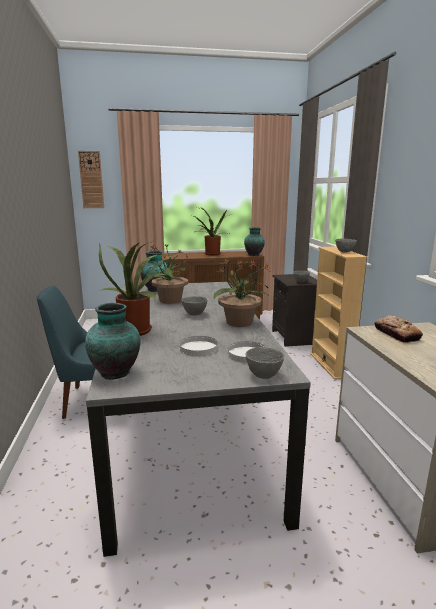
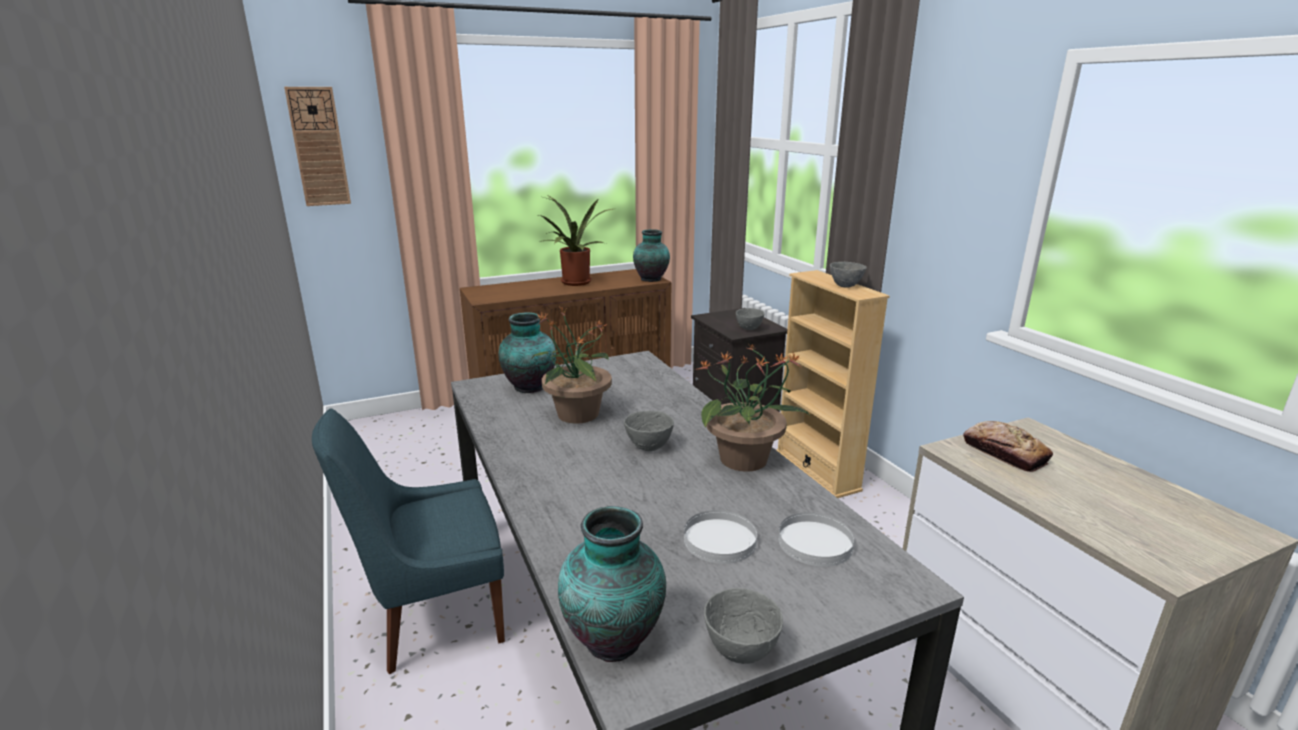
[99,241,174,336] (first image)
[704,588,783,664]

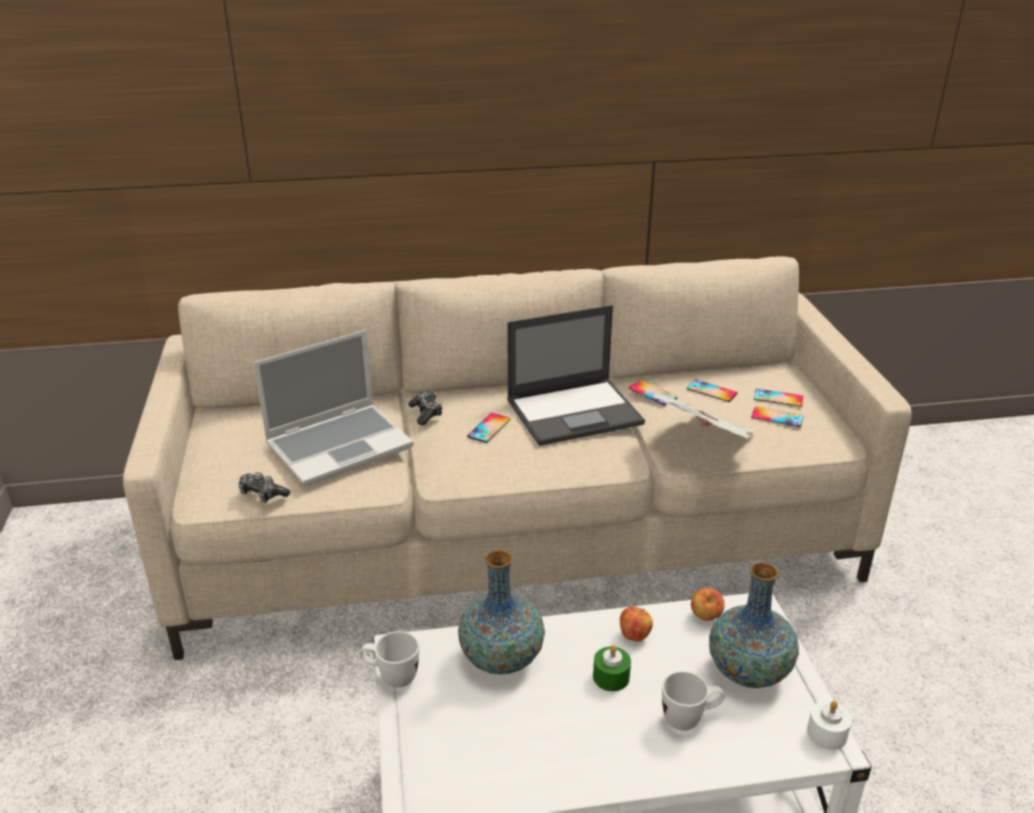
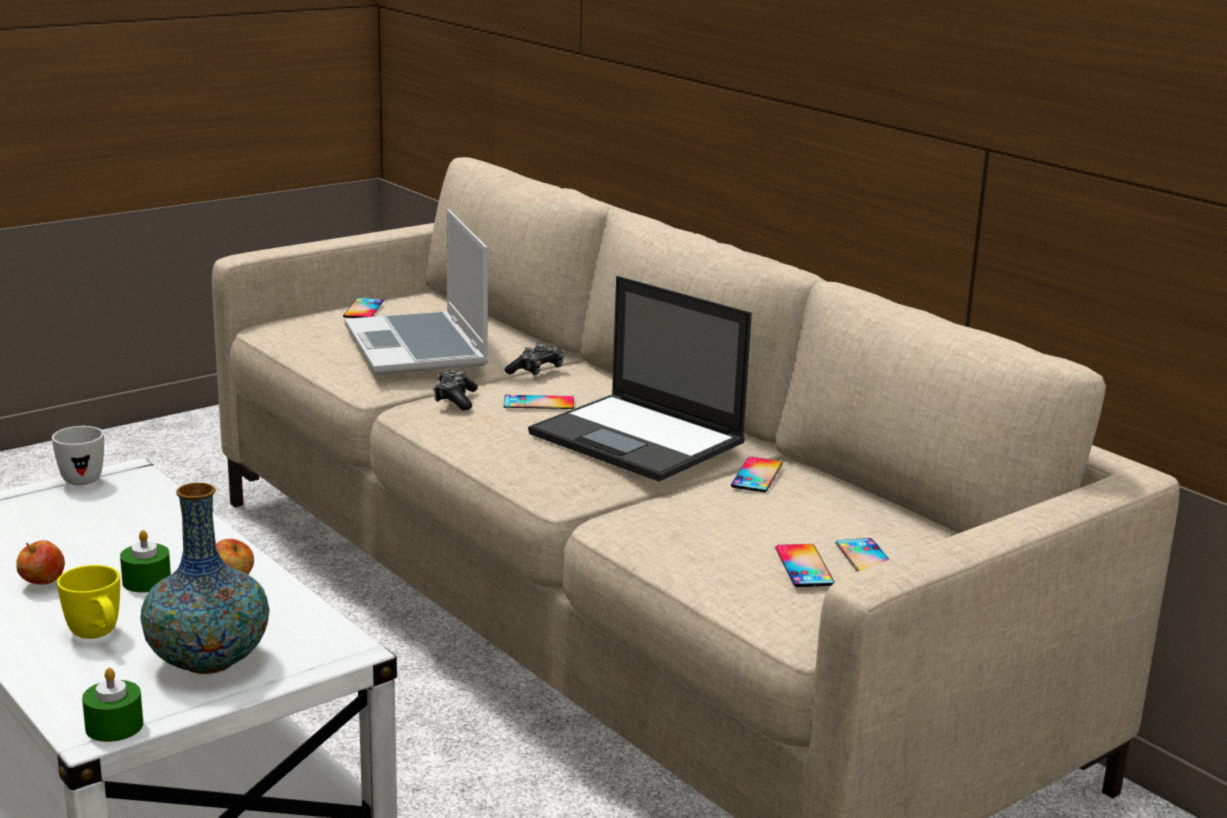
[458,550,545,674] (first image)
[653,393,755,439] (first image)
[433,370,478,410]
[343,298,384,318]
[16,540,65,585]
[57,565,120,639]
[82,667,143,742]
[345,209,488,375]

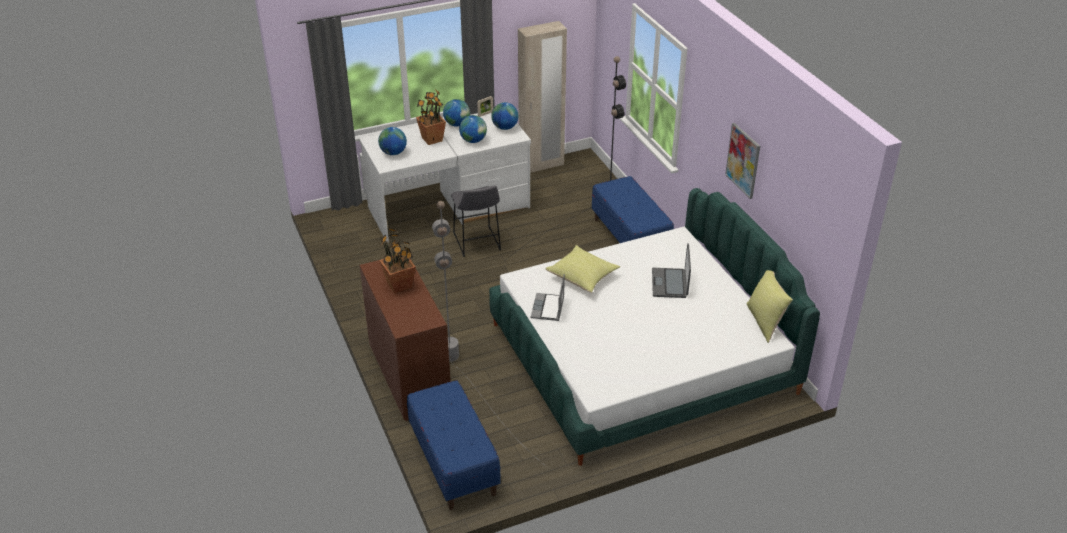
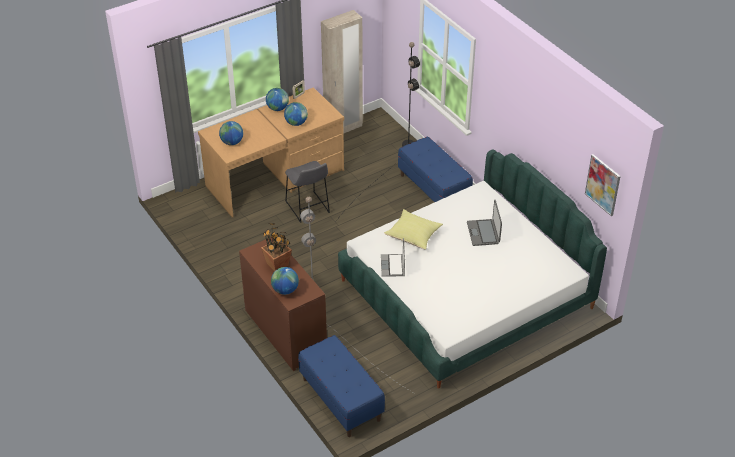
[416,89,446,145] (first image)
[747,270,793,343] (first image)
[271,267,299,295]
[585,154,621,216]
[198,87,344,218]

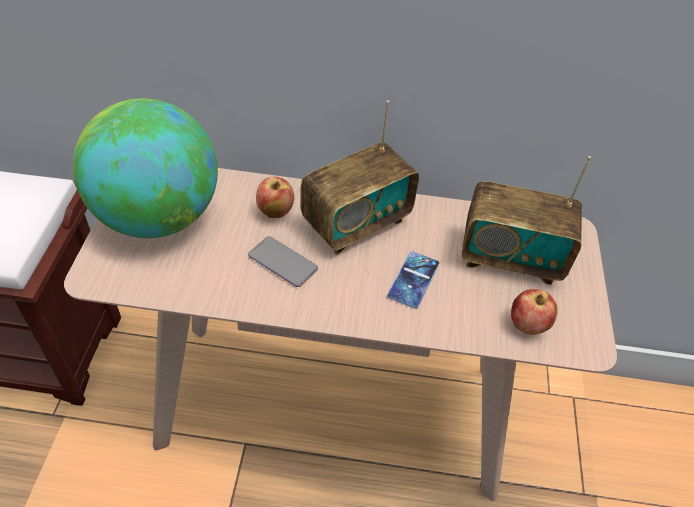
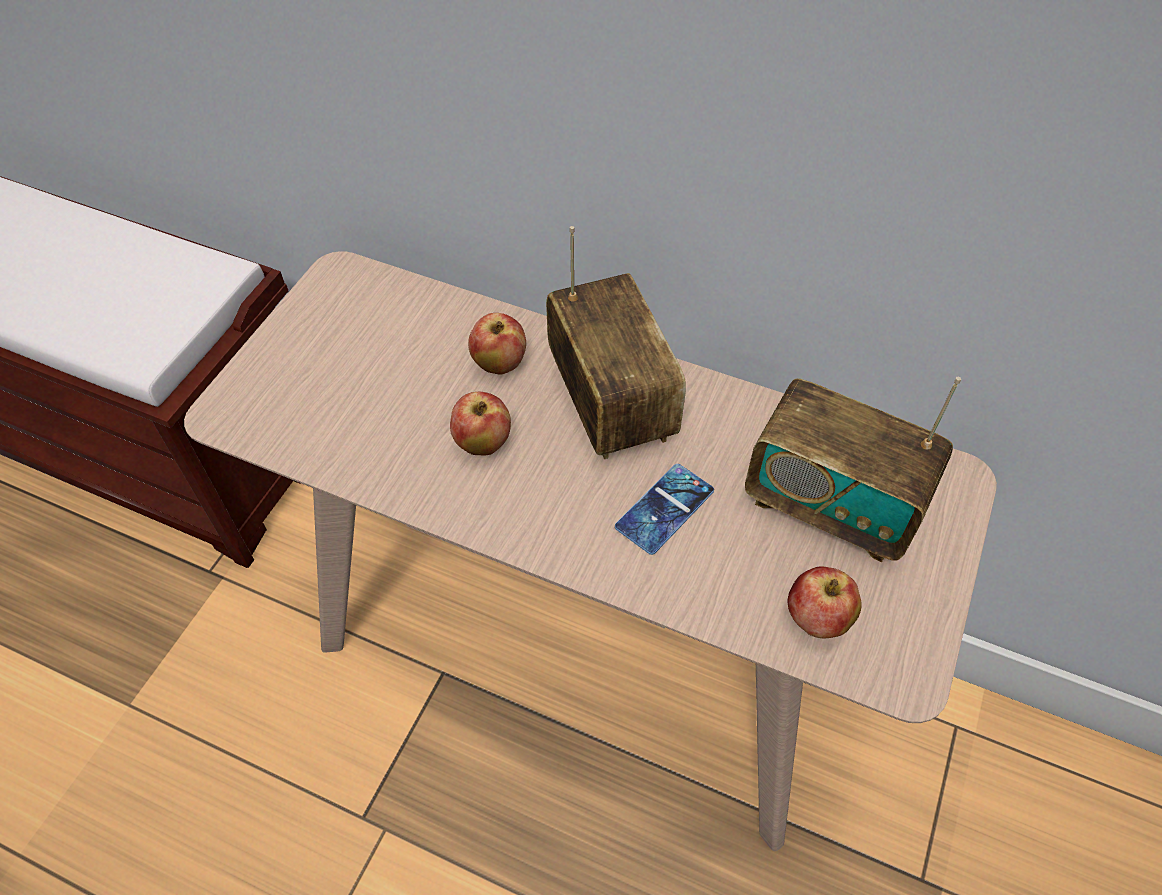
[73,99,218,238] (first image)
[450,392,511,455]
[546,226,686,459]

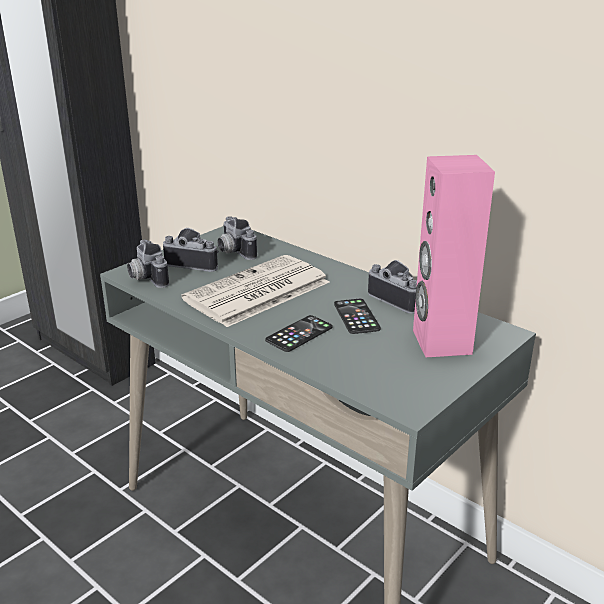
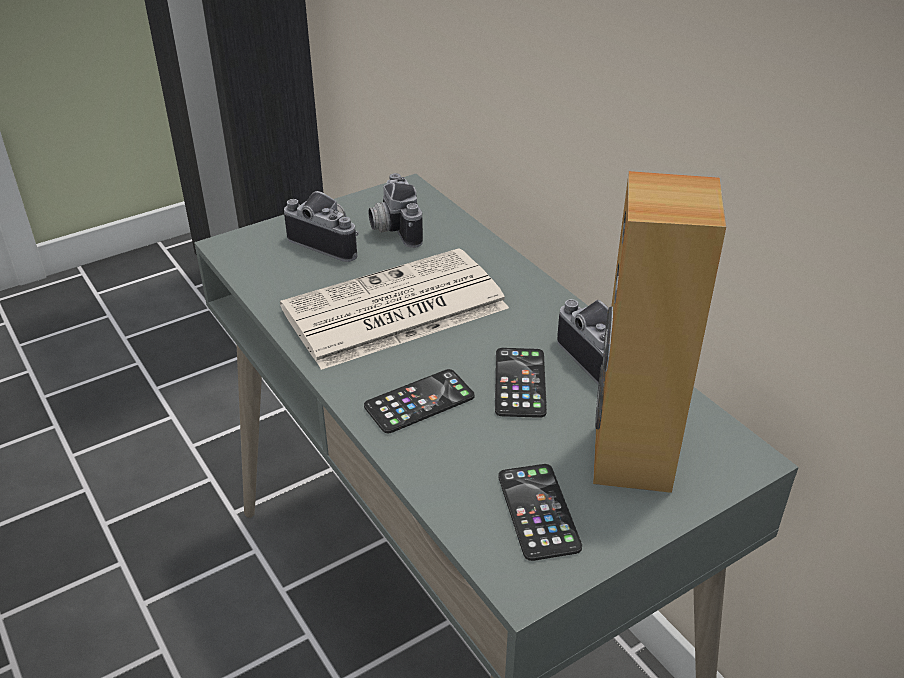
[127,240,169,288] (first image)
[498,464,582,561]
[593,171,726,493]

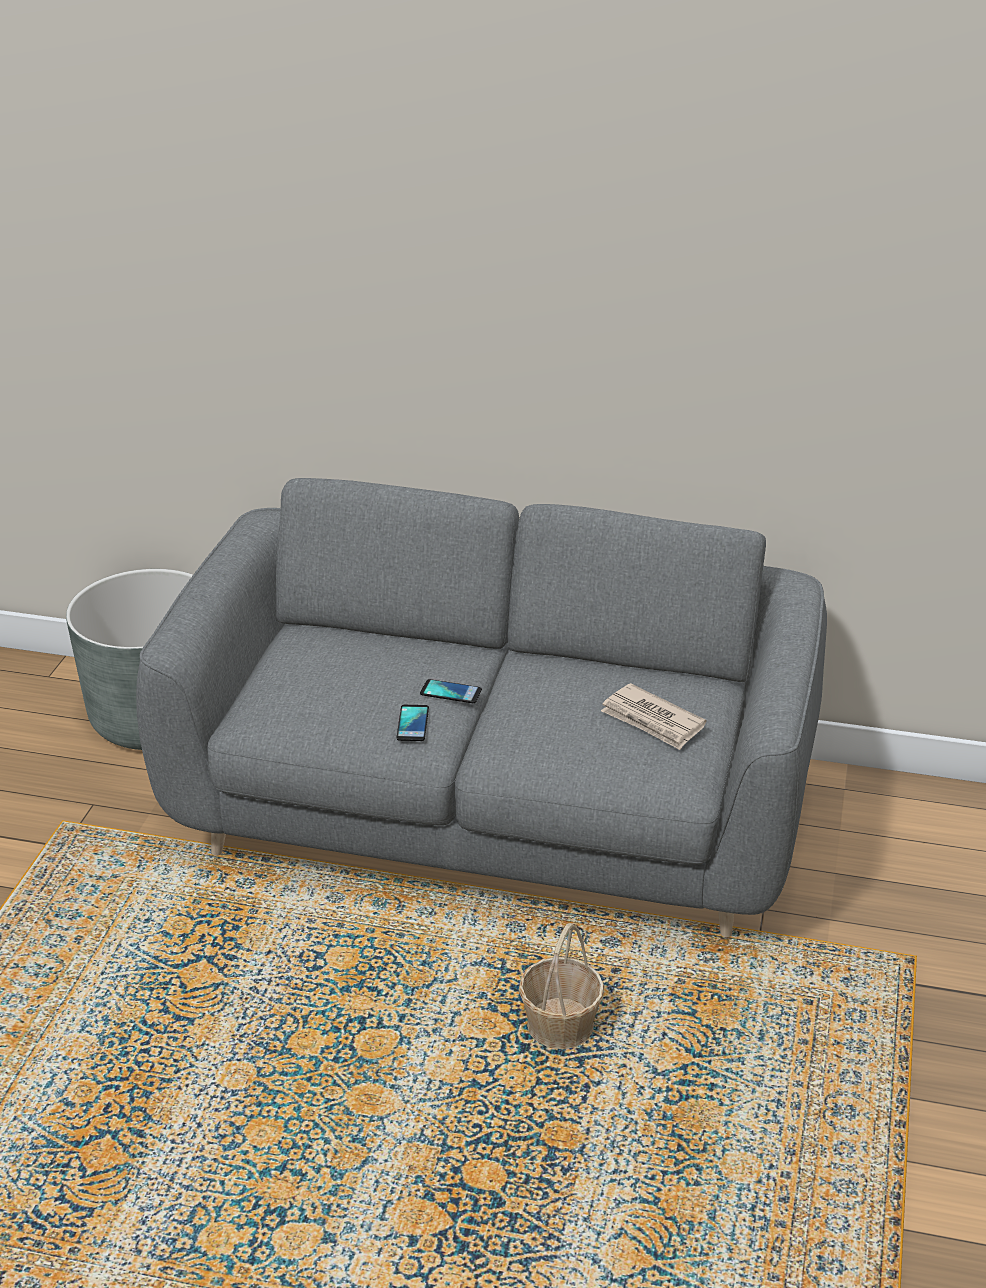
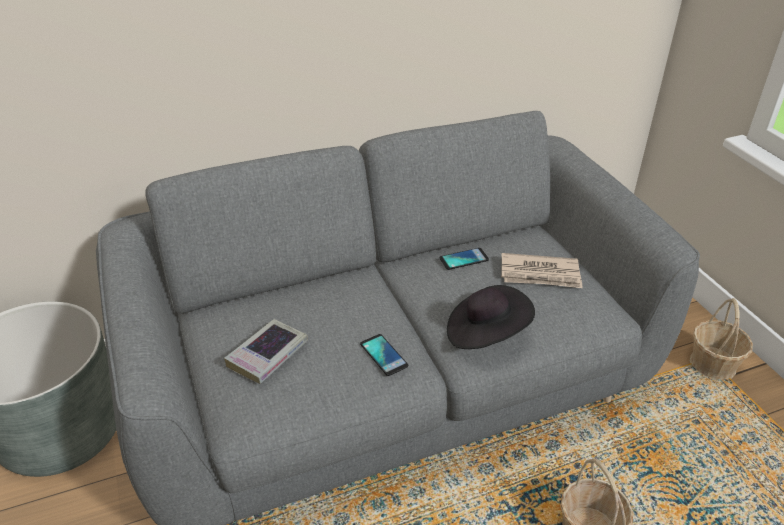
[224,319,308,384]
[447,285,535,349]
[690,298,753,380]
[440,248,489,270]

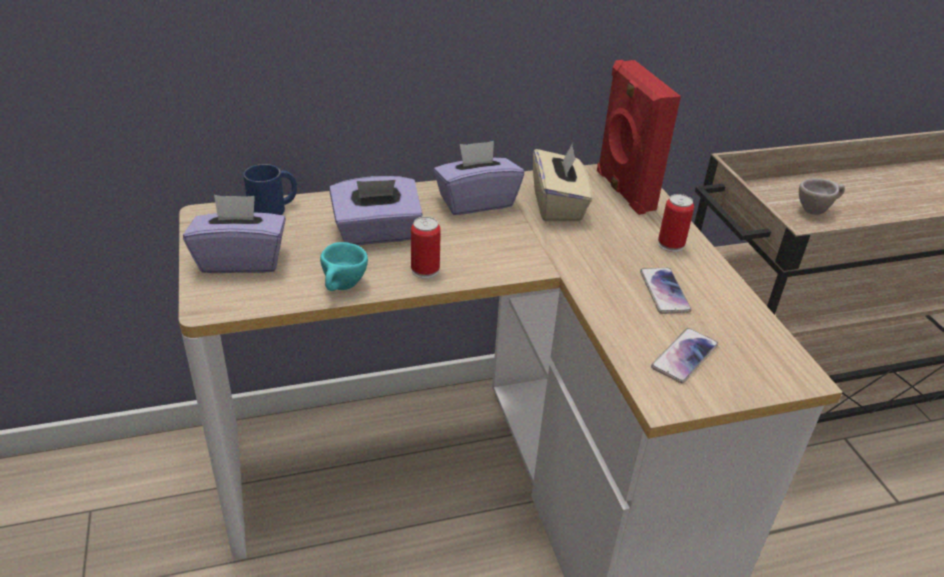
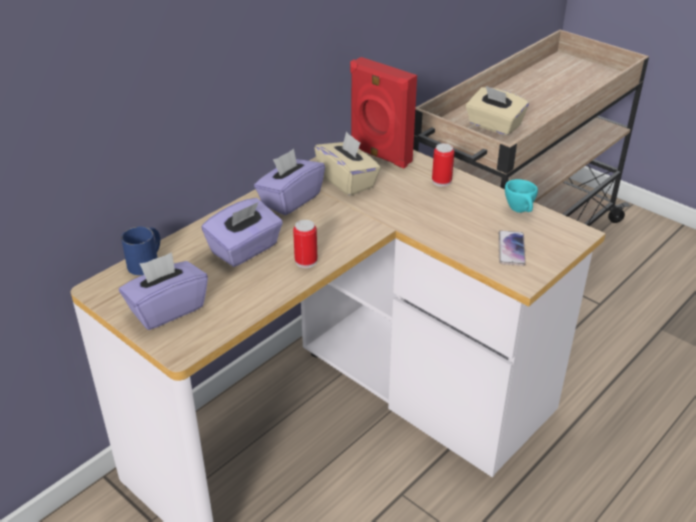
[640,268,692,314] (first image)
[505,179,538,213]
[466,86,529,136]

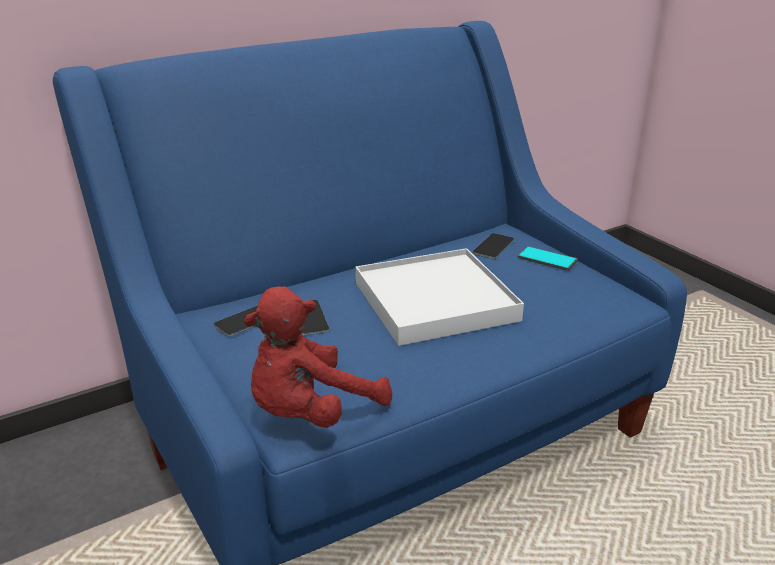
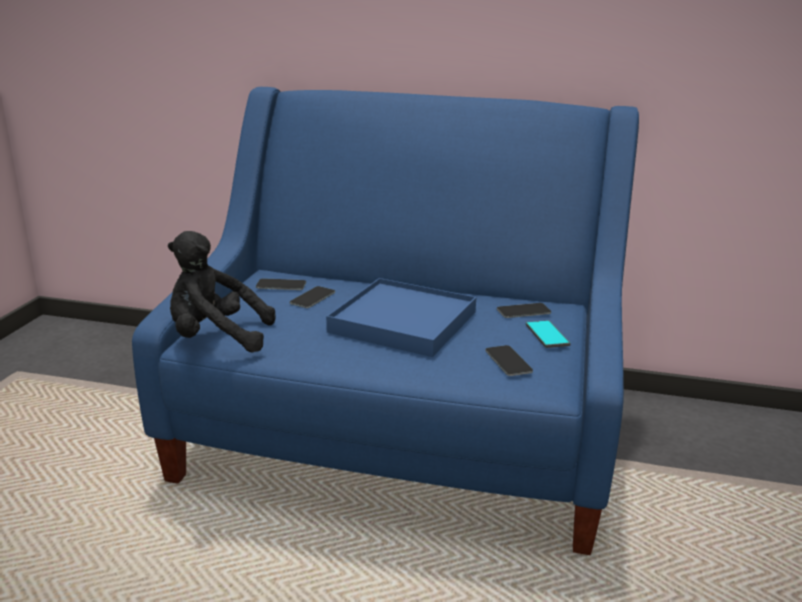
[485,345,533,376]
[168,231,275,353]
[326,278,476,357]

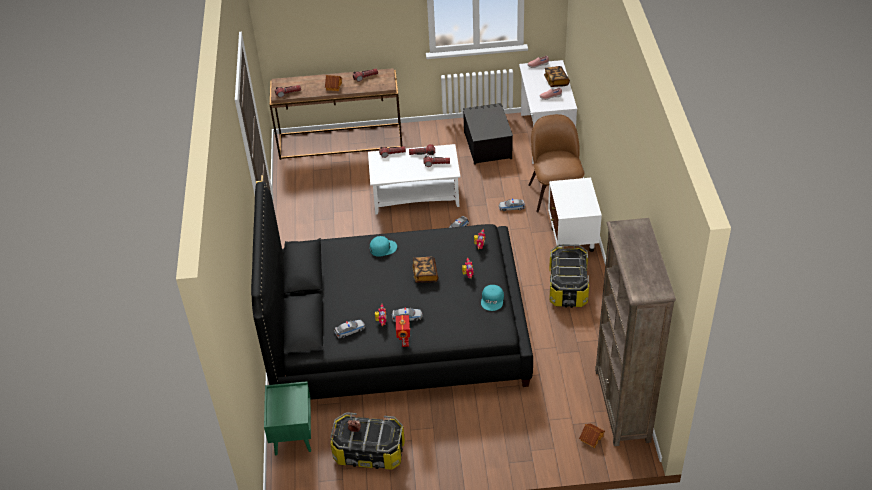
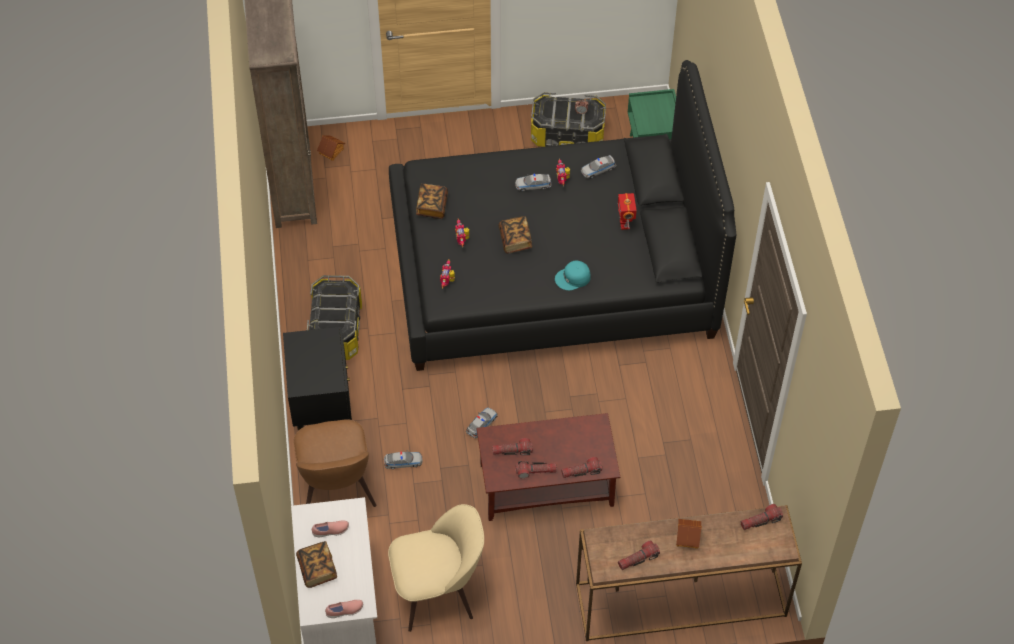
[618,193,637,230]
[388,504,484,632]
[416,184,448,219]
[477,413,621,521]
[283,327,352,431]

